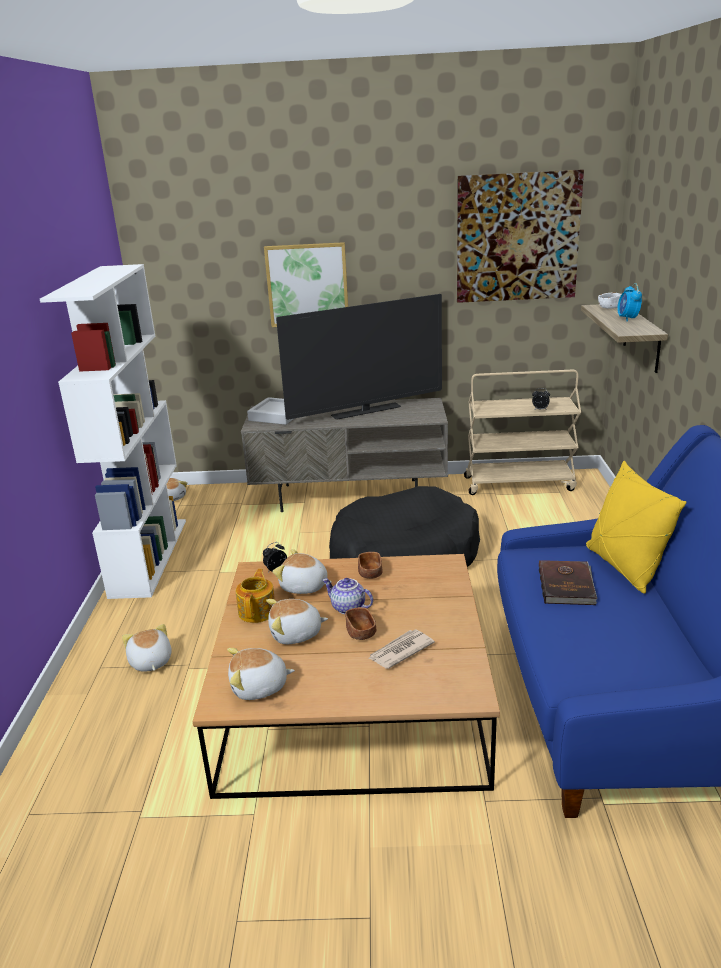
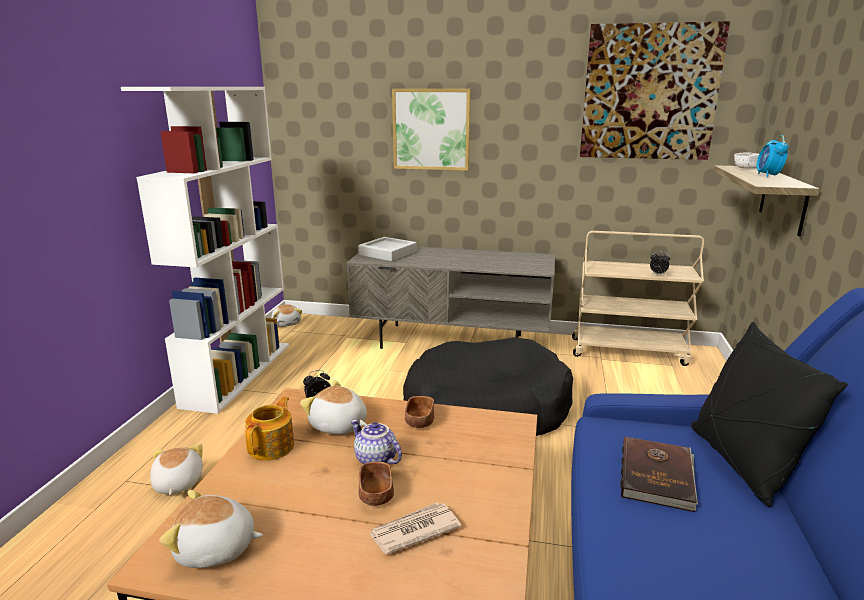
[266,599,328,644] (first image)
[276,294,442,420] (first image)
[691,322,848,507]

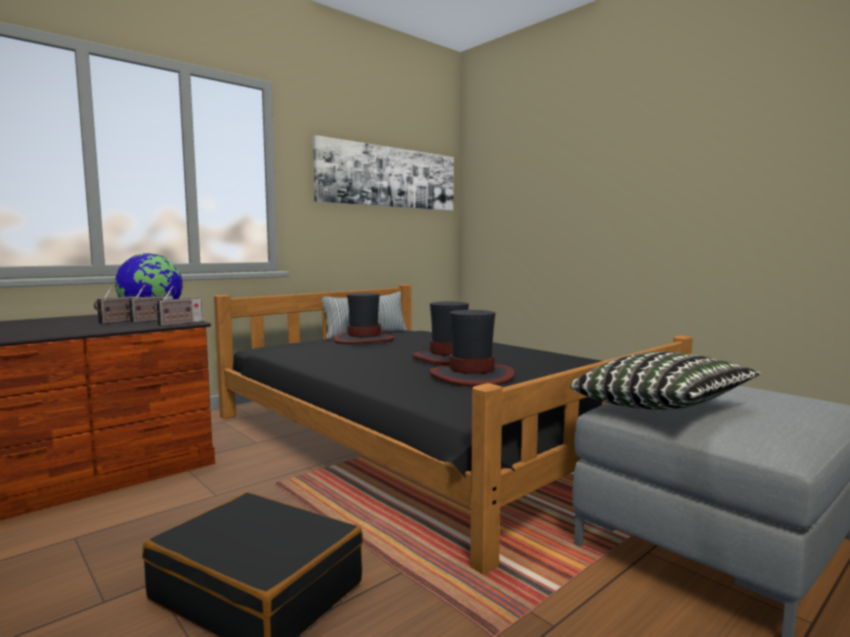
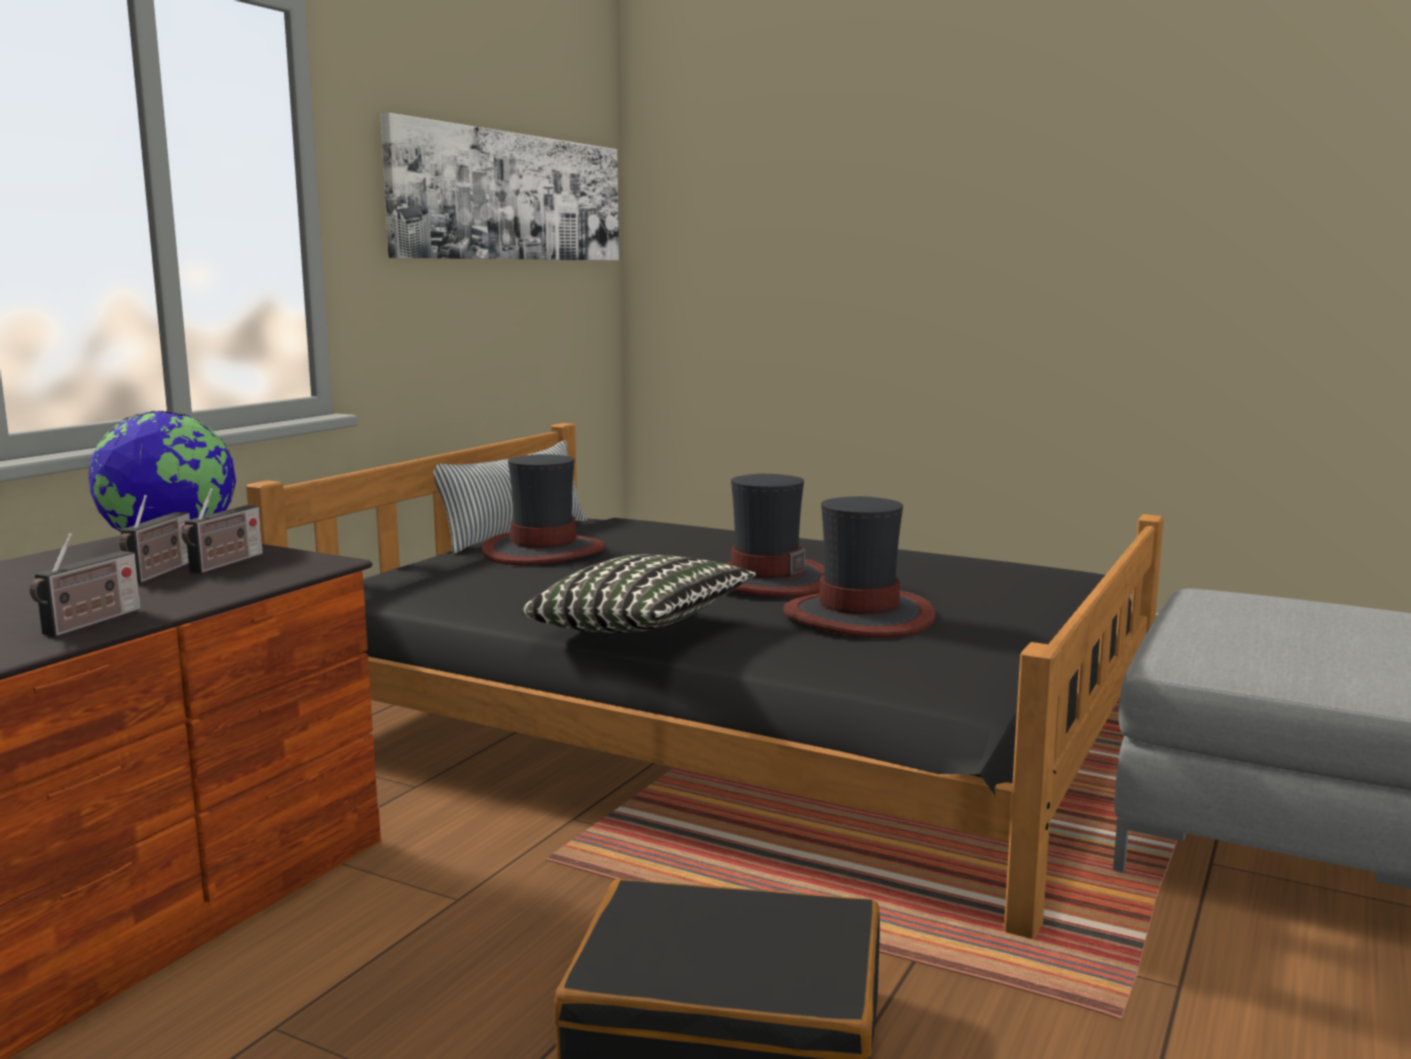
[30,533,141,637]
[522,554,756,633]

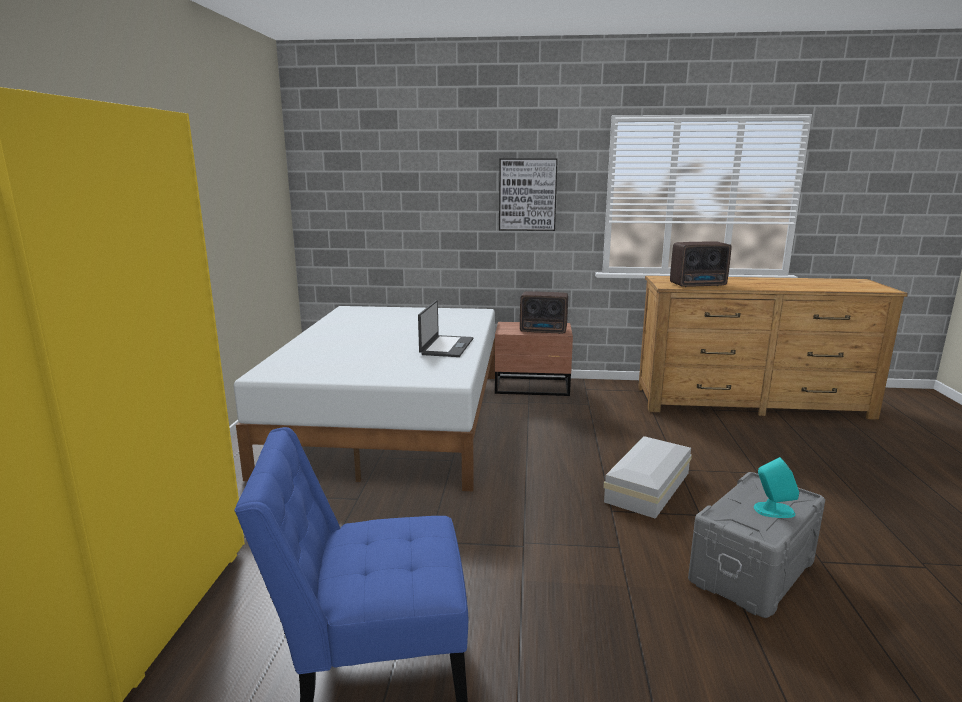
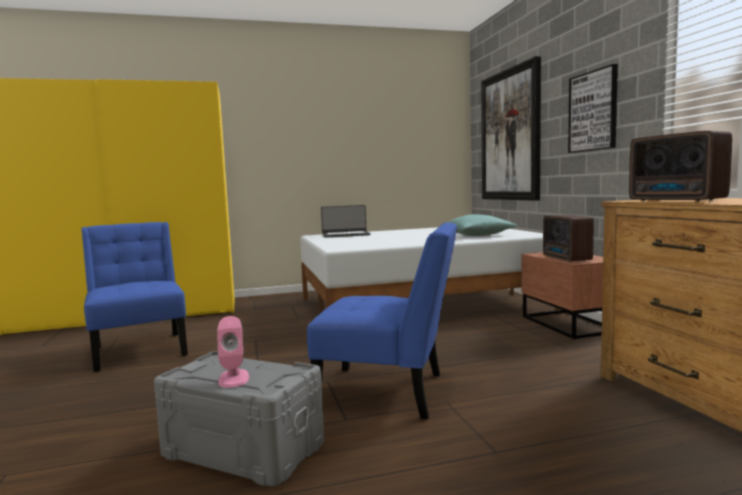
[448,214,518,236]
[481,56,541,201]
[321,205,371,238]
[307,222,457,419]
[217,316,249,388]

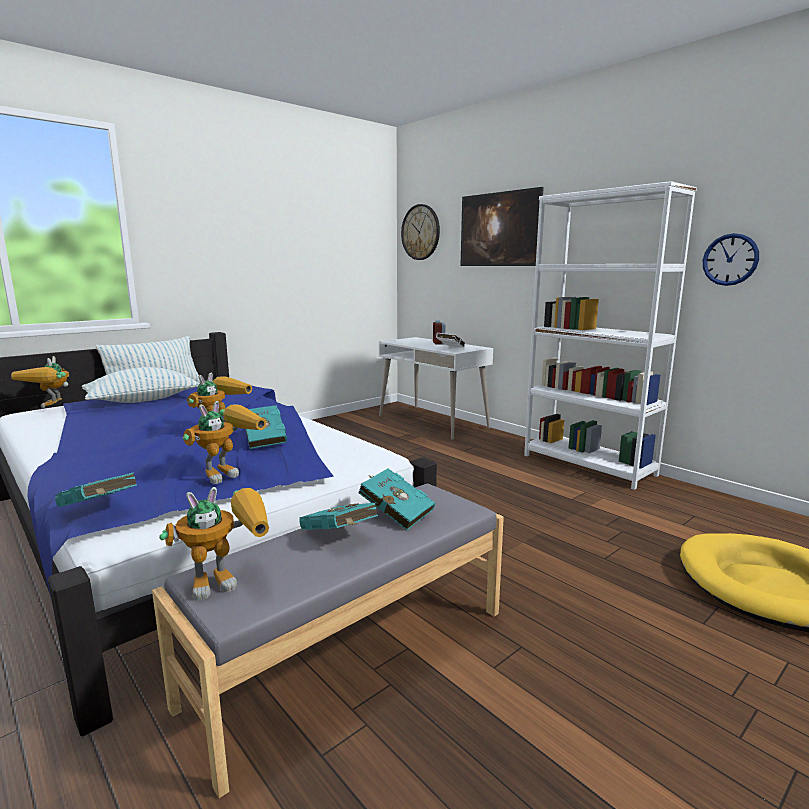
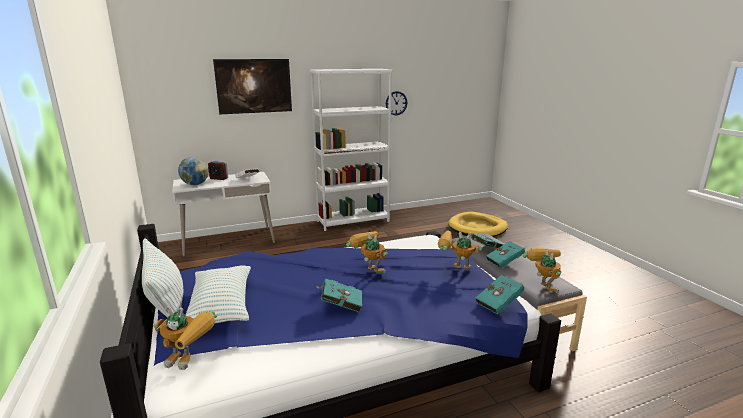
[401,204,440,260] (first image)
[178,157,209,185]
[315,279,362,312]
[438,231,483,269]

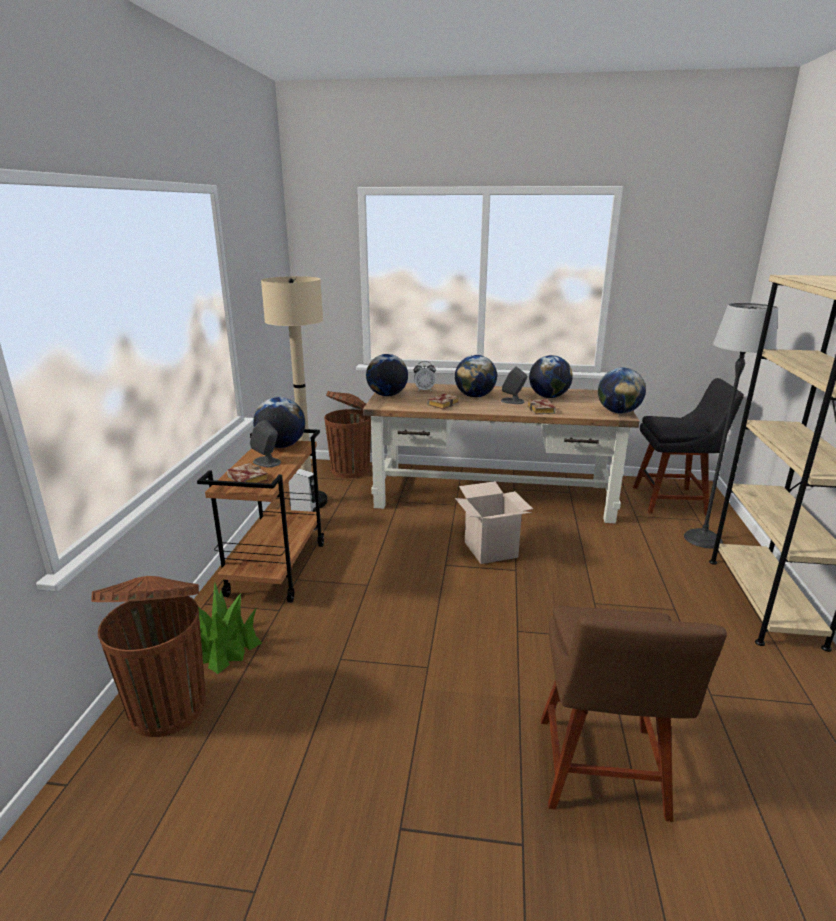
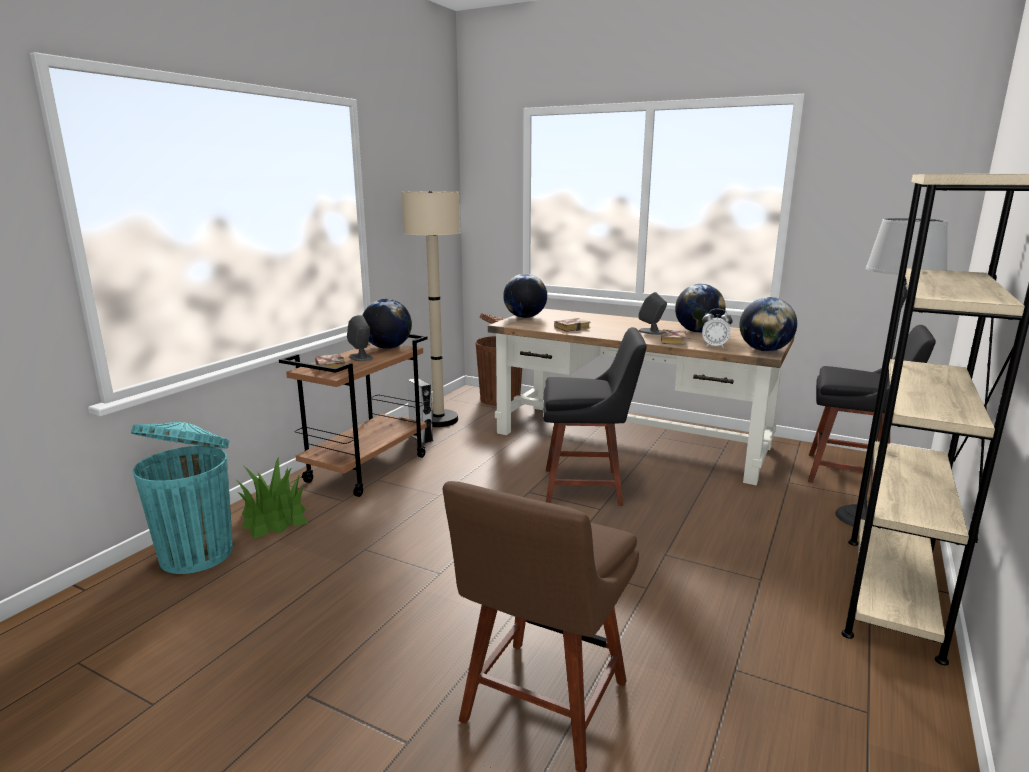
[455,355,497,398] (first image)
[702,309,733,348]
[543,327,647,506]
[131,422,233,574]

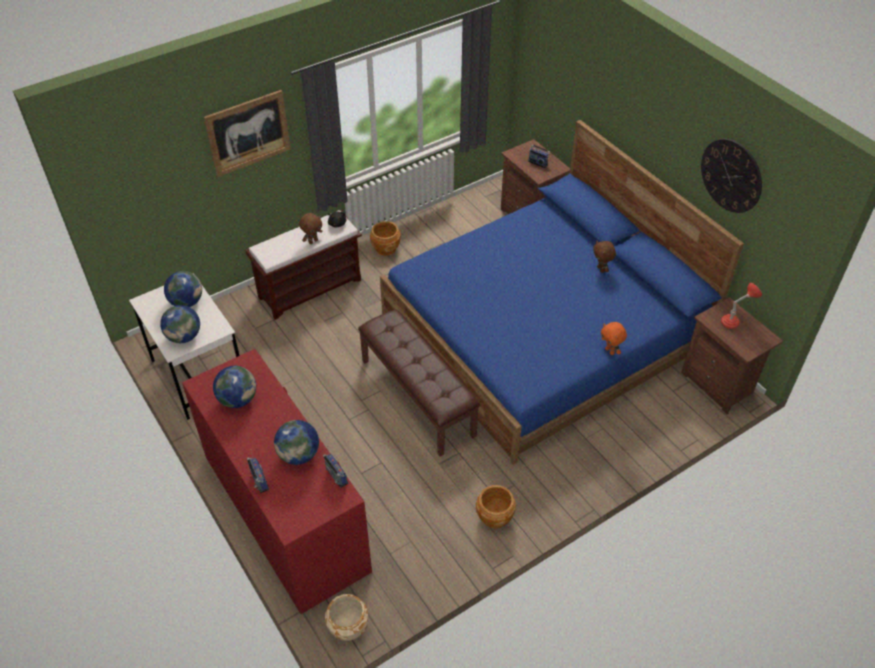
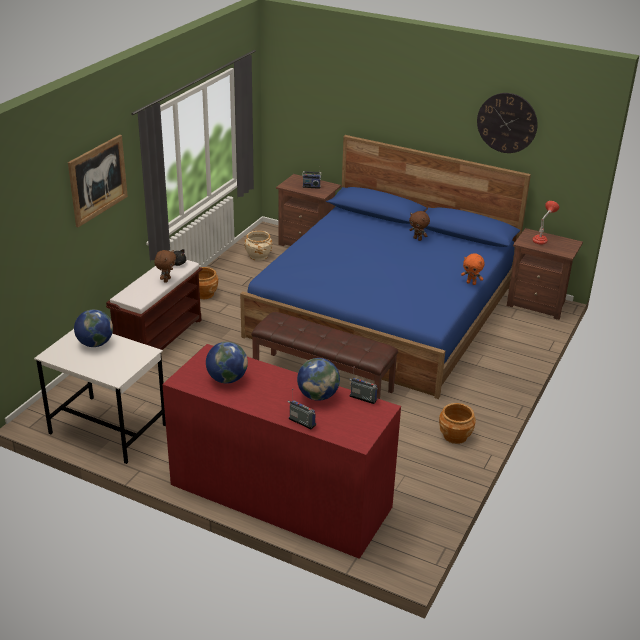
[160,305,200,343] (first image)
[244,231,273,261]

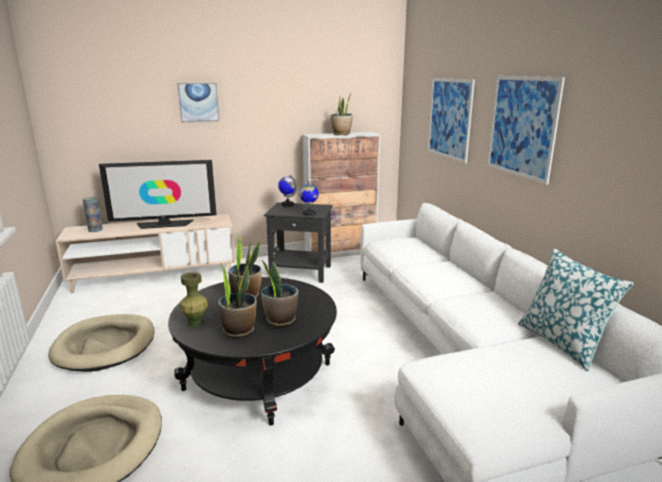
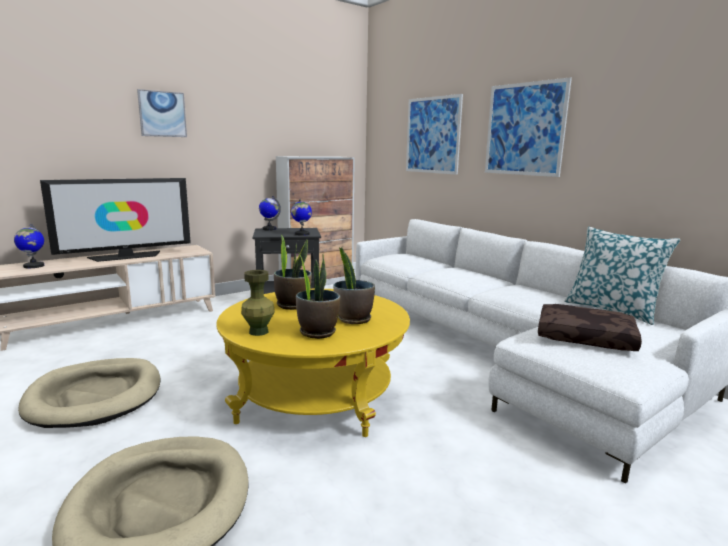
[331,94,352,135] (first image)
[538,304,642,351]
[14,224,44,268]
[216,289,410,437]

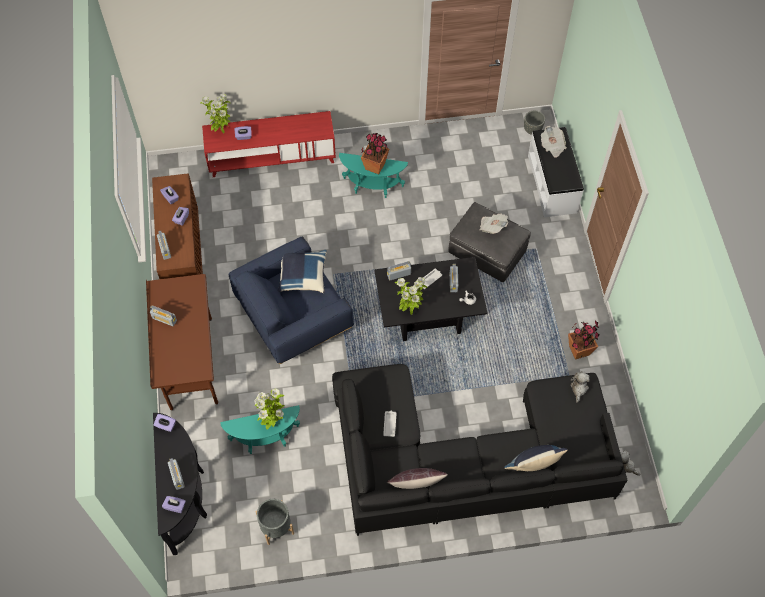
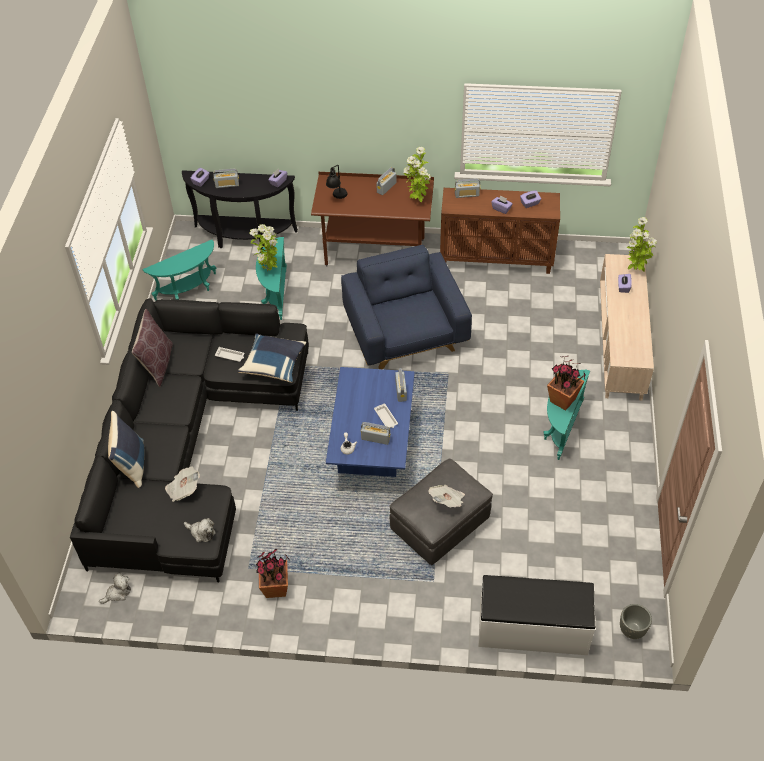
[326,165,347,199]
[238,333,306,383]
[403,147,431,202]
[165,466,200,502]
[142,240,216,301]
[600,254,654,400]
[326,367,415,477]

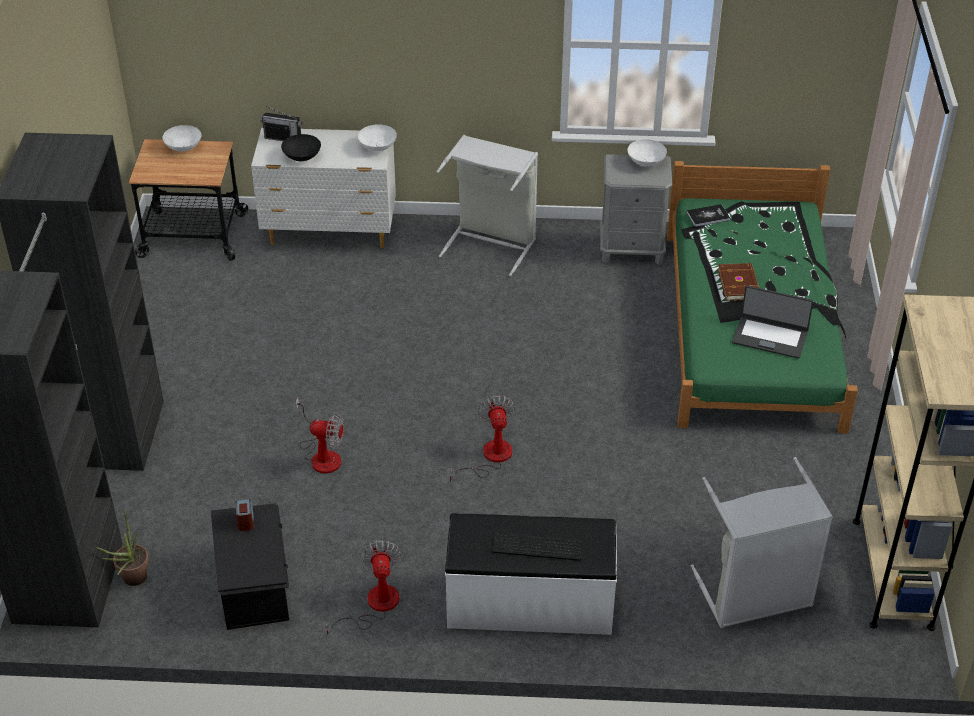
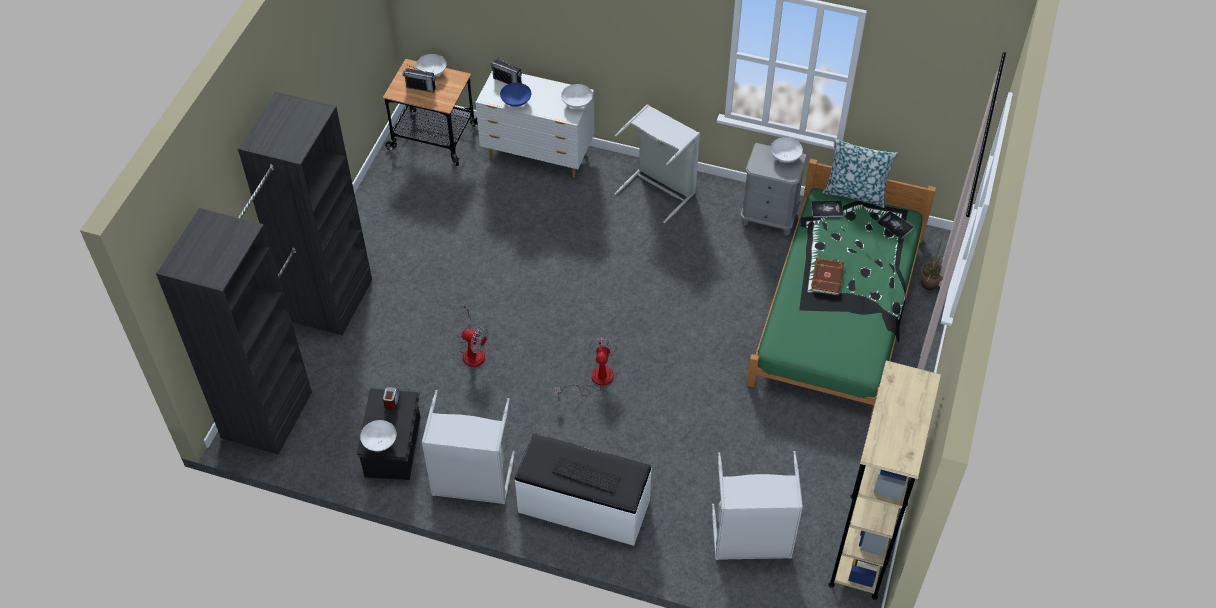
[732,285,814,359] (first image)
[360,420,397,451]
[403,65,436,93]
[822,139,898,208]
[877,211,914,239]
[920,240,943,290]
[422,390,515,504]
[500,83,531,107]

